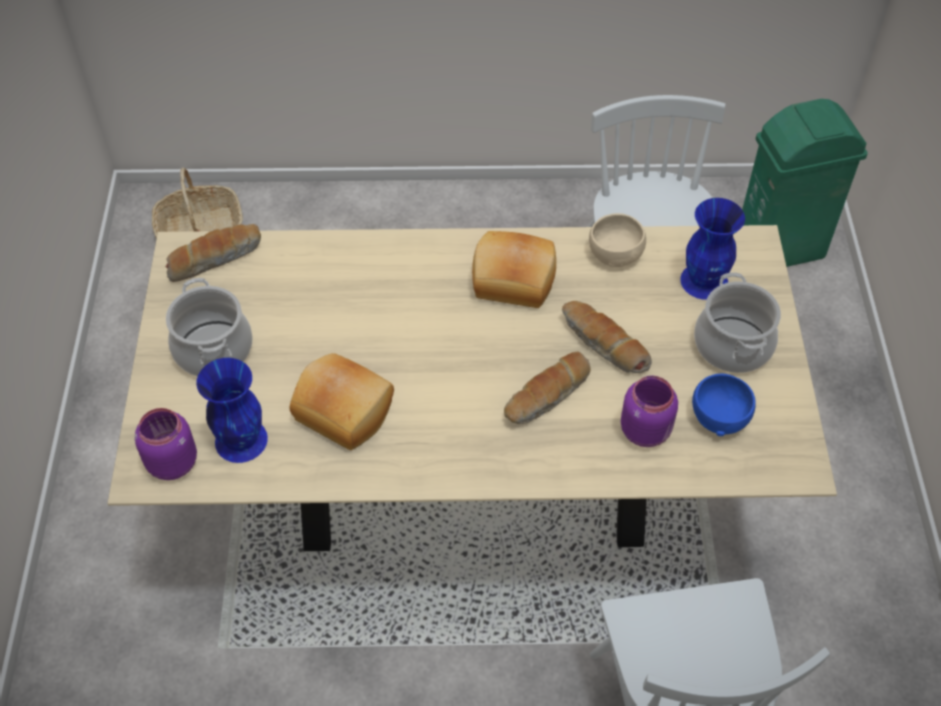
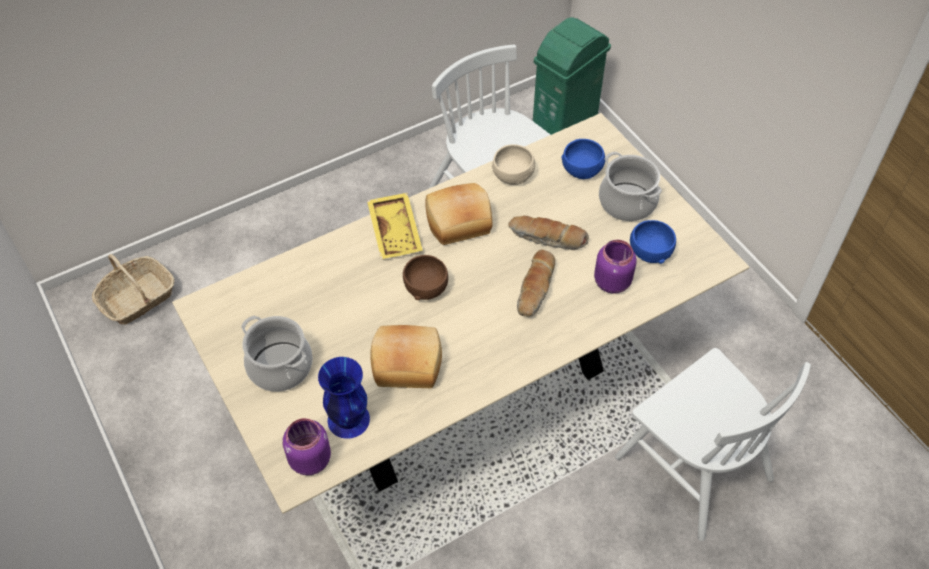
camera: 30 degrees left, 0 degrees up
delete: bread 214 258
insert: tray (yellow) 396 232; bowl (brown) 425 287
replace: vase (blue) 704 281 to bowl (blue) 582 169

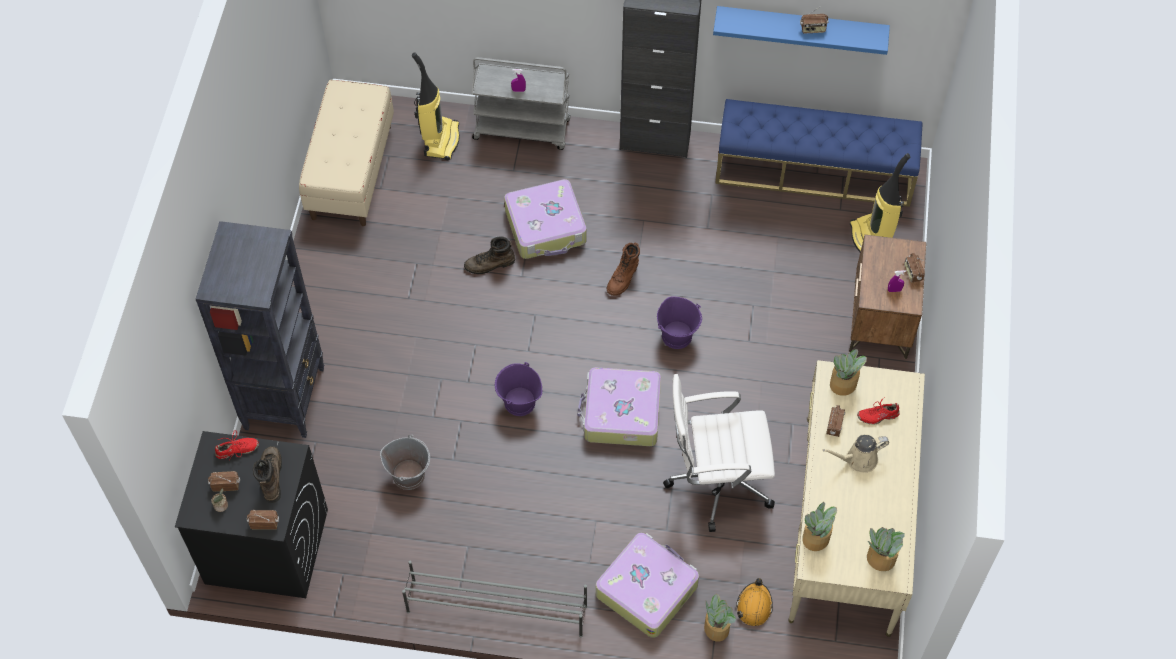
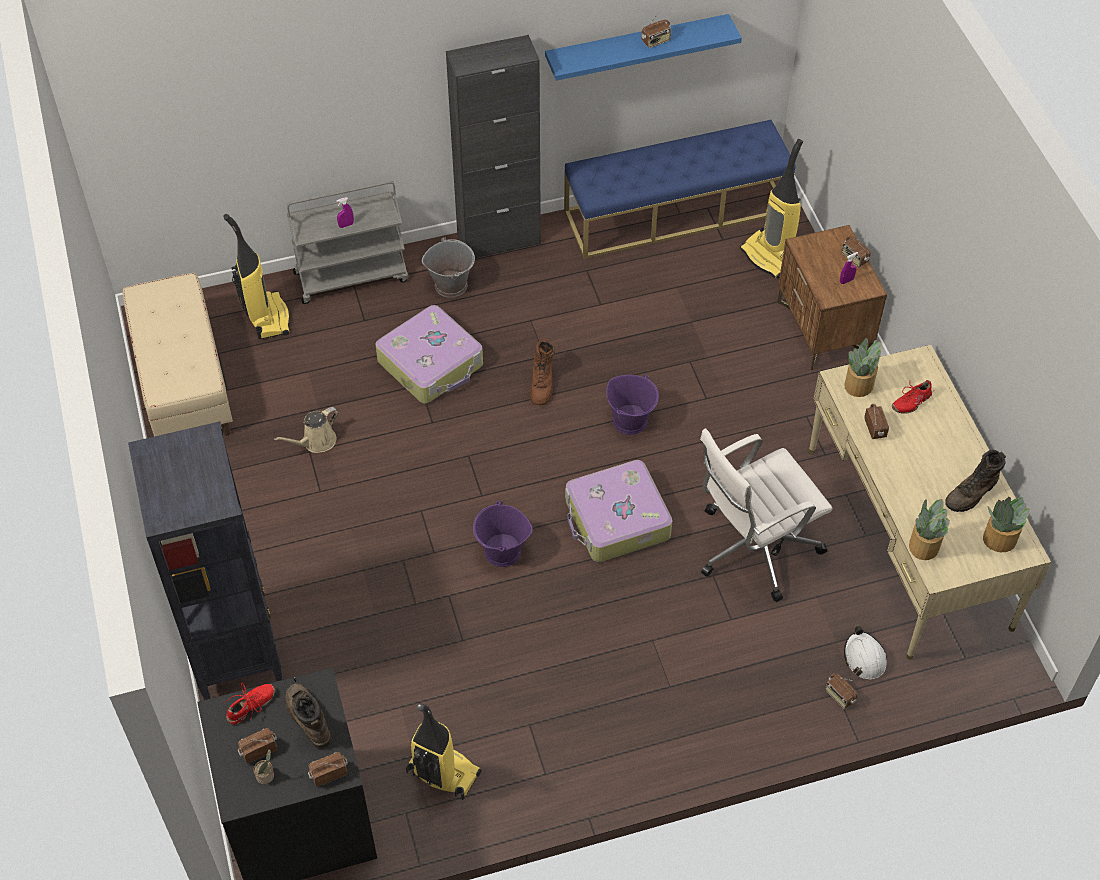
camera: 25 degrees left, 5 degrees down
delete: shoe rack (grey) 496 608; suitcase 647 589
insert: vacuum cleaner 442 773
move: watering can (beige) 858 459 to 316 442; bucket (grey) 409 475 to 451 285; boot (brown) 490 265 to 972 494
replace: potted plant 716 627 to radio 839 696
recolor: hard hat (orange) 754 606 to hard hat (white) 864 658

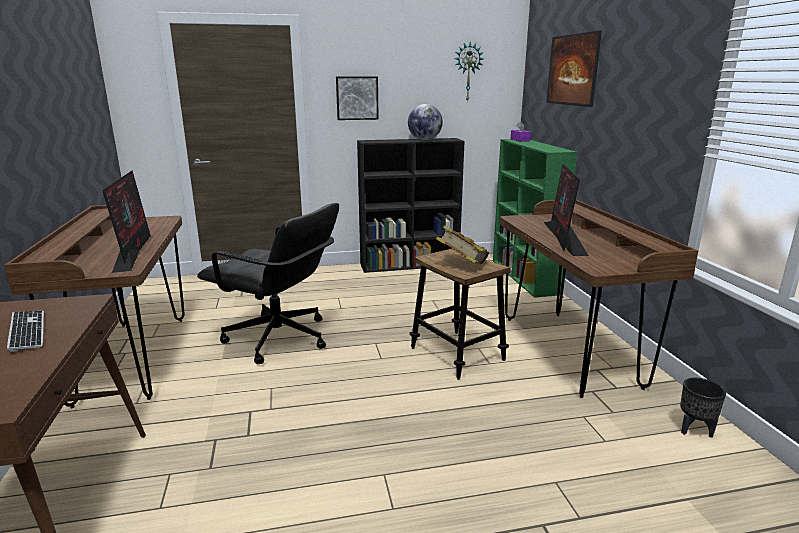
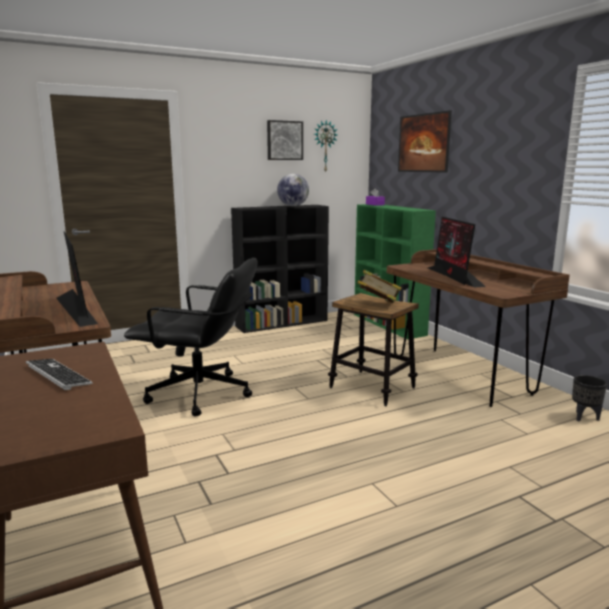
camera: 15 degrees left, 5 degrees down
move: picture 357 98 to 284 140

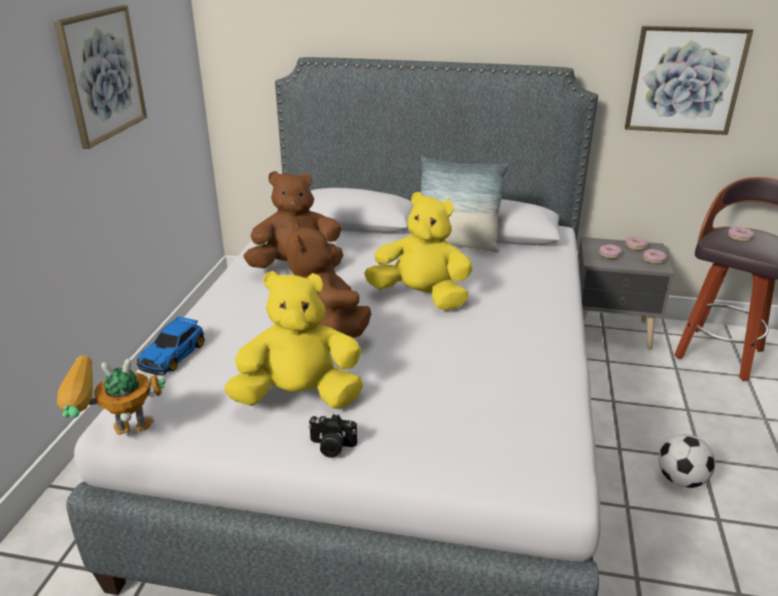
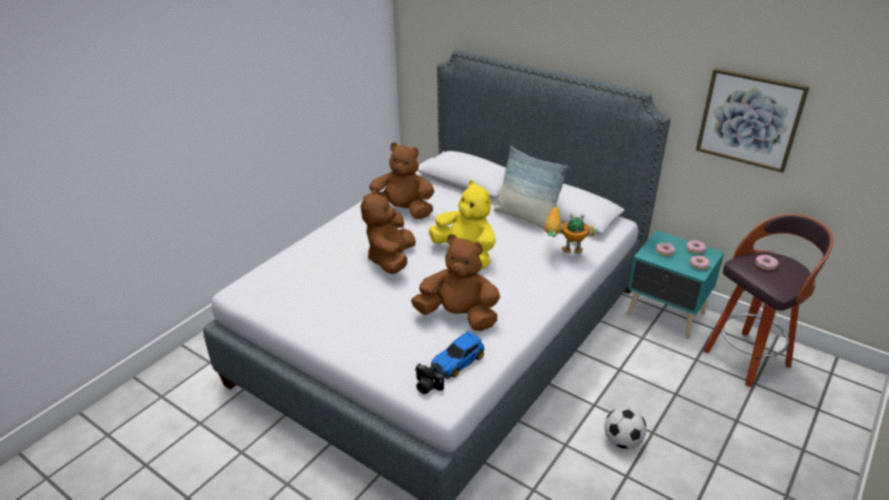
camera: 25 degrees right, 5 degrees up
delete: picture 102 74; plush toy (yellow) 299 397
insert: plush toy (brown) 458 316
move: photo camera 331 447 to 426 386; toy car 174 354 to 458 361; toy robot 117 439 to 563 254
recolor: nightstand (grey) 611 332 to nightstand (turquoise) 666 315

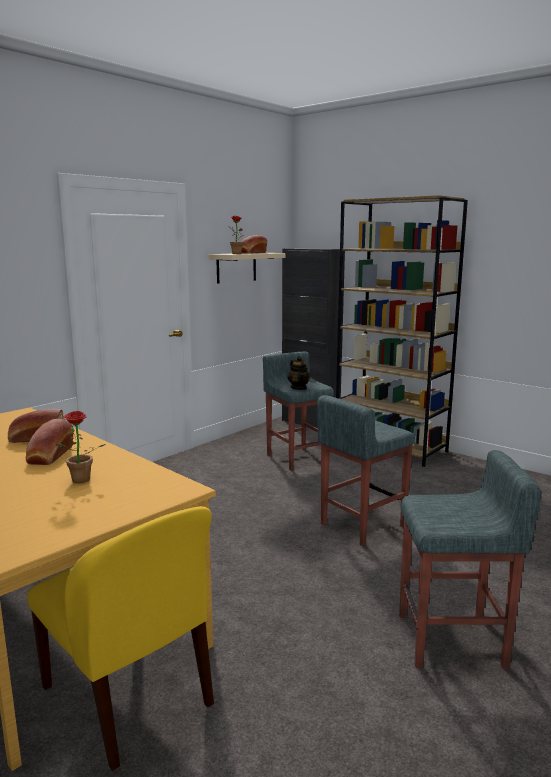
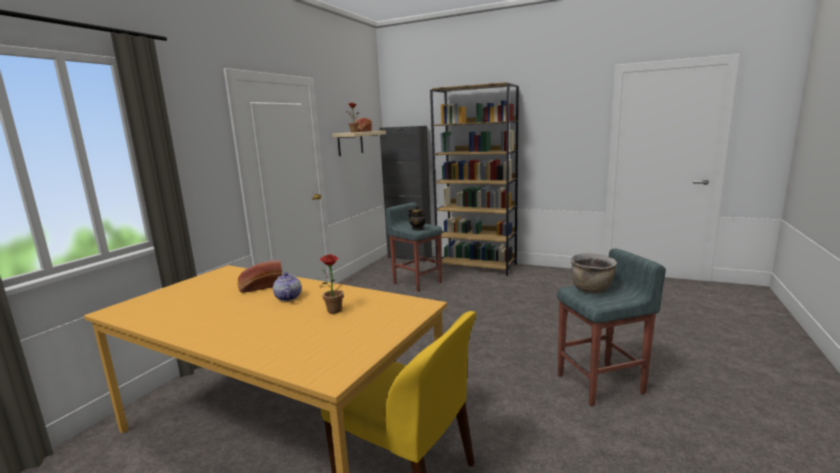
camera: 15 degrees left, 0 degrees up
delete: stool (grey) 361 525
insert: cooking pot (brown) 591 289
replace: bread 49 456 to teapot 288 297

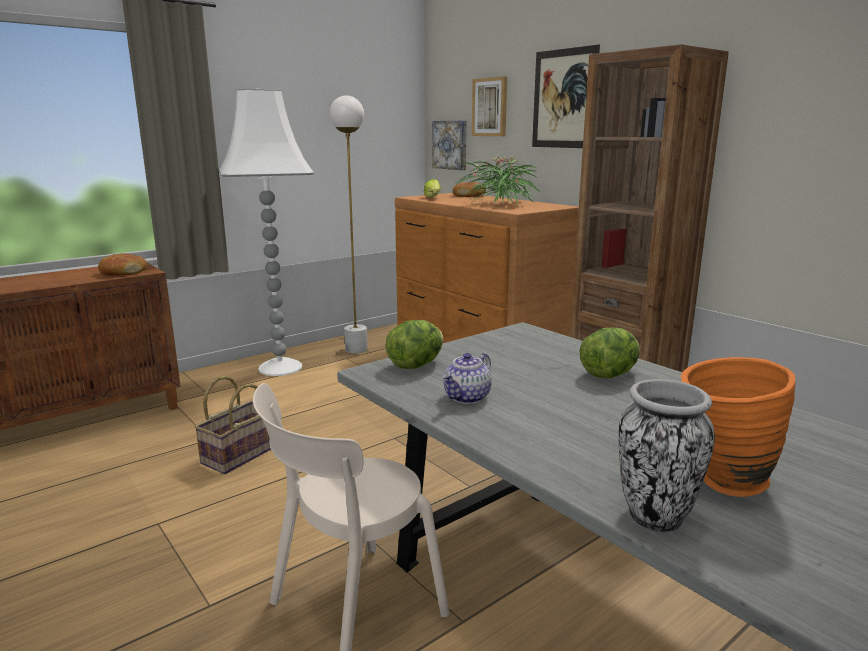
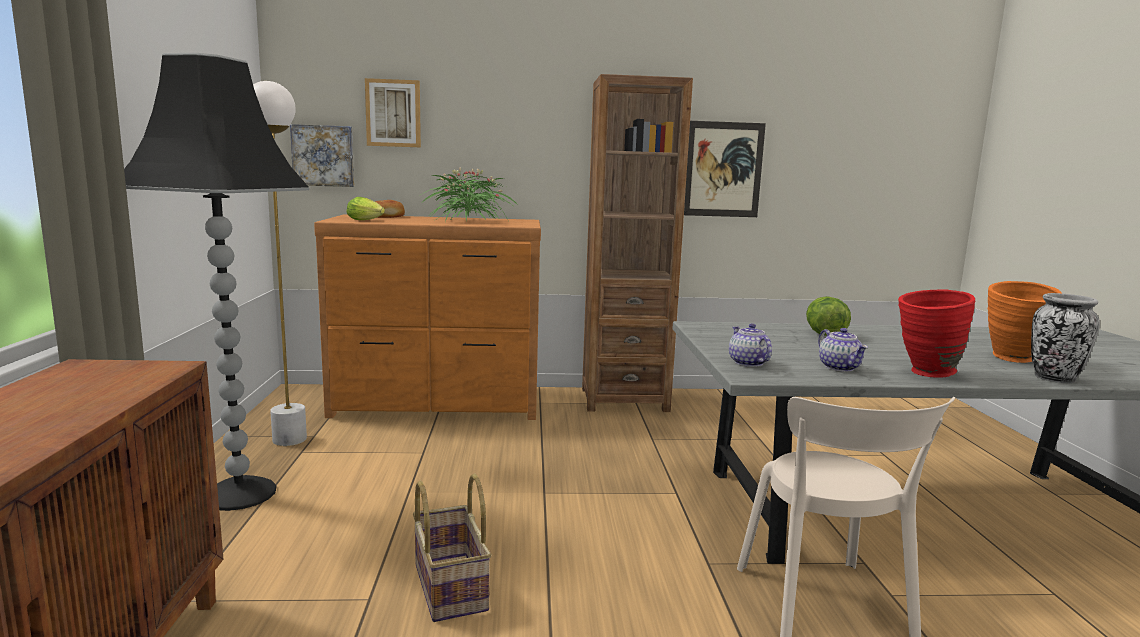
camera: 55 degrees left, 5 degrees down
delete: bread 123 272
insert: vase (red) 925 374
move: picture 564 99 to 723 169
replace: lettuce 416 365 to teapot 747 363
recolor: floor lamp (white) 281 367 to floor lamp (black) 239 493

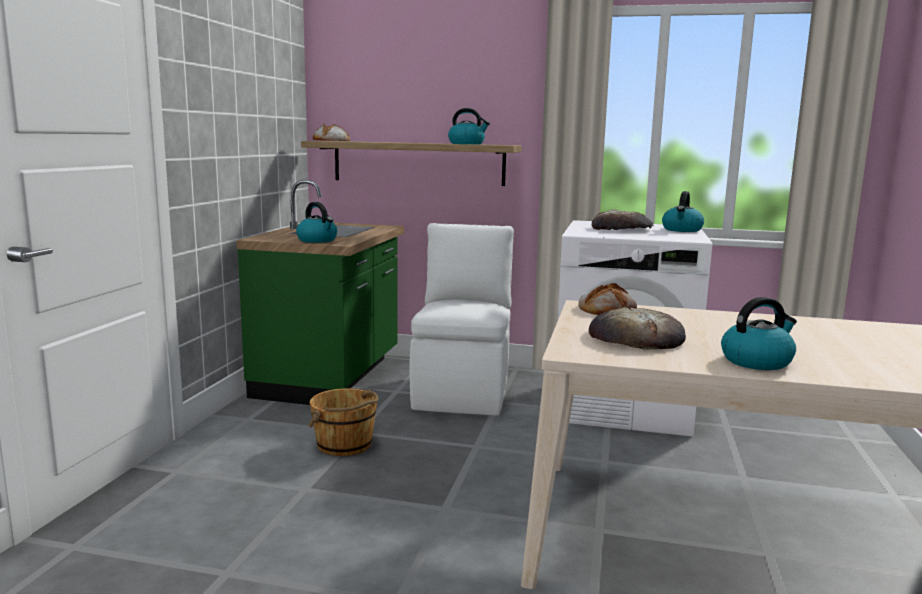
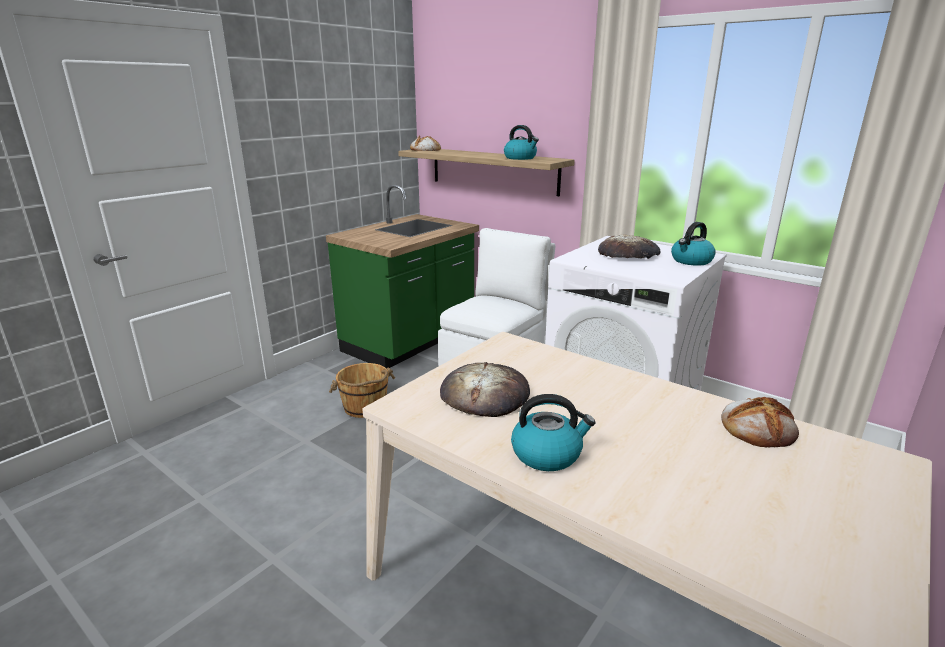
camera: 25 degrees right, 10 degrees up
delete: kettle 317 240
move: bread 607 309 to 758 428

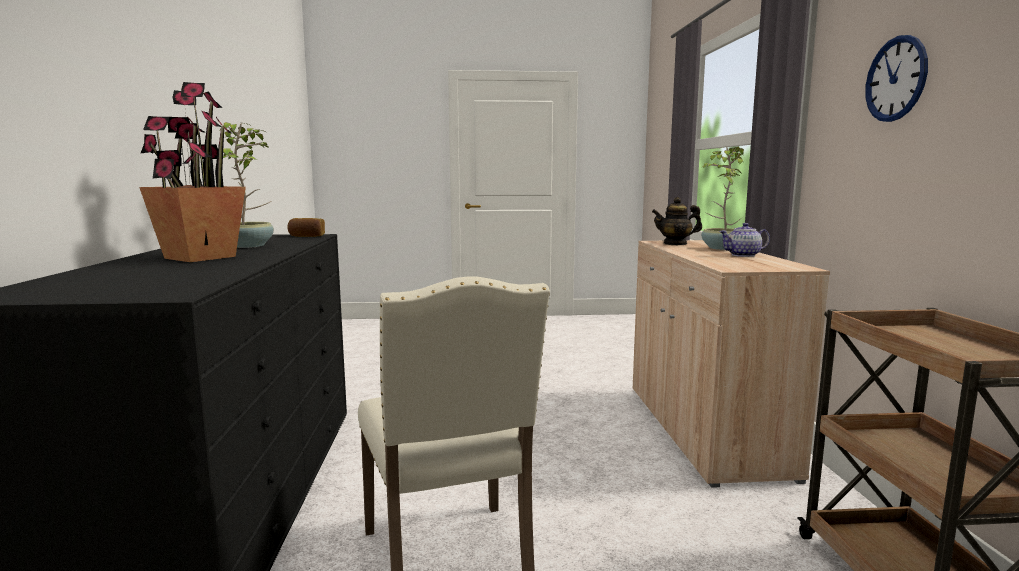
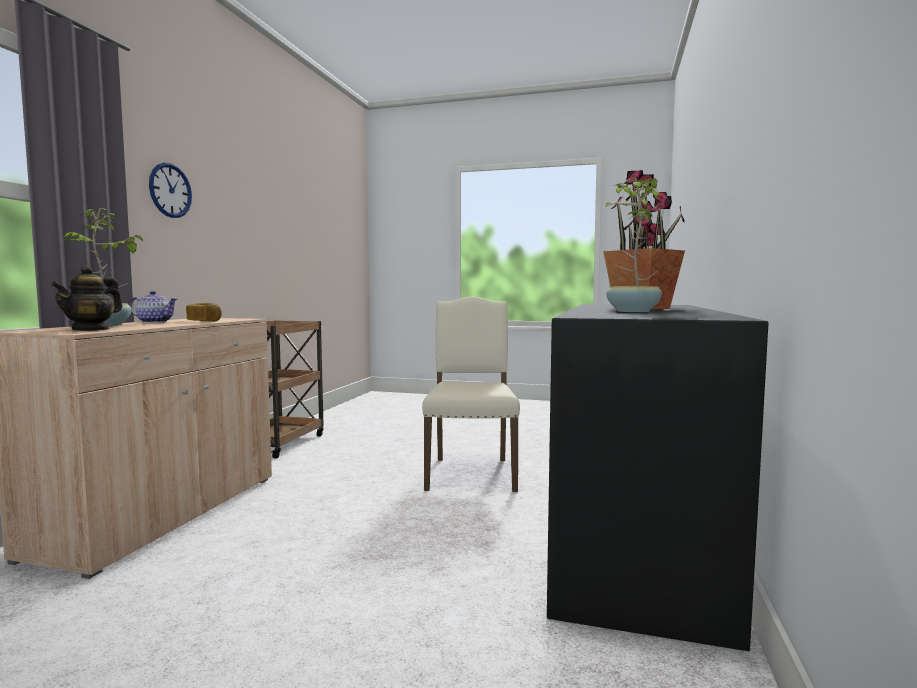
camera: 160 degrees left, 5 degrees down
move: bread 306 236 to 205 321
rotate: teapot 675 244 = 91 329 90 degrees clockwise

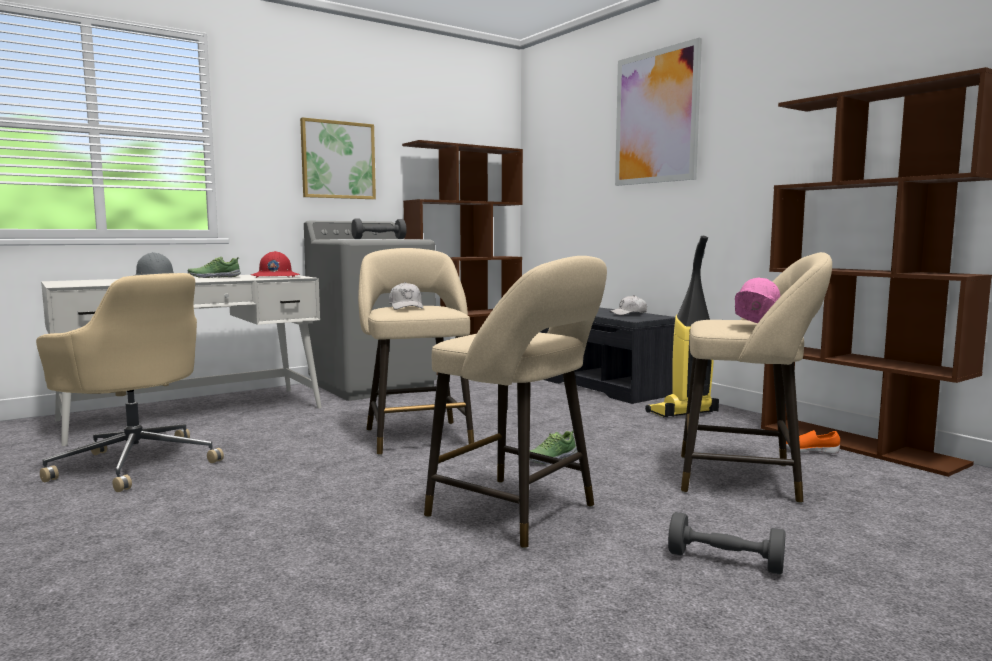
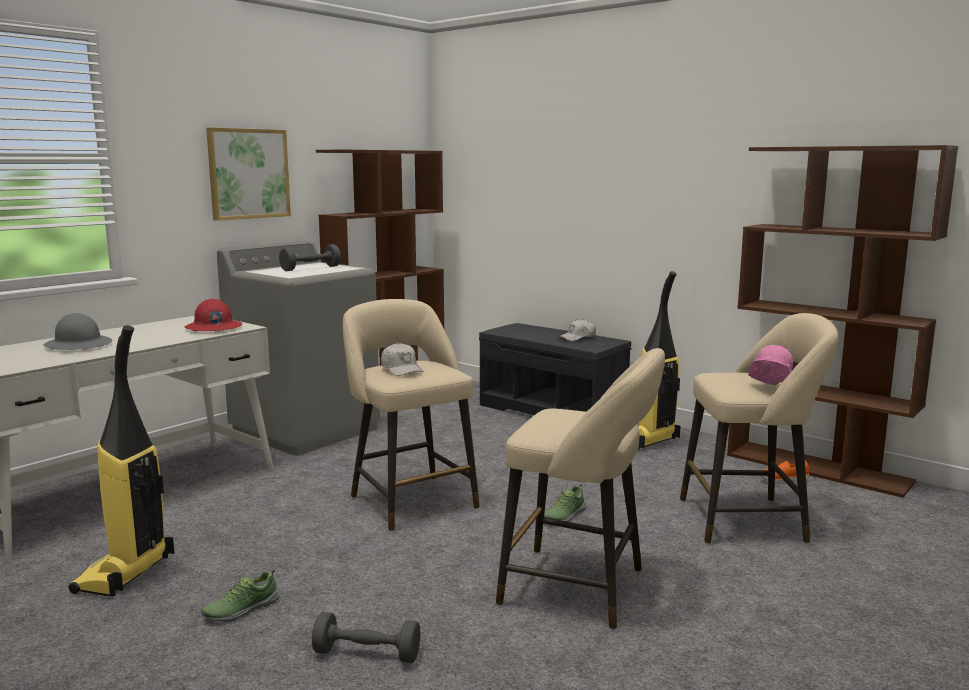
camera: 15 degrees left, 5 degrees up
delete: picture 656 117
move: shoe 214 277 to 241 610; dumbbell (grey) 725 561 to 367 654
replace: office chair (beige) 136 463 to vacuum cleaner 126 574

